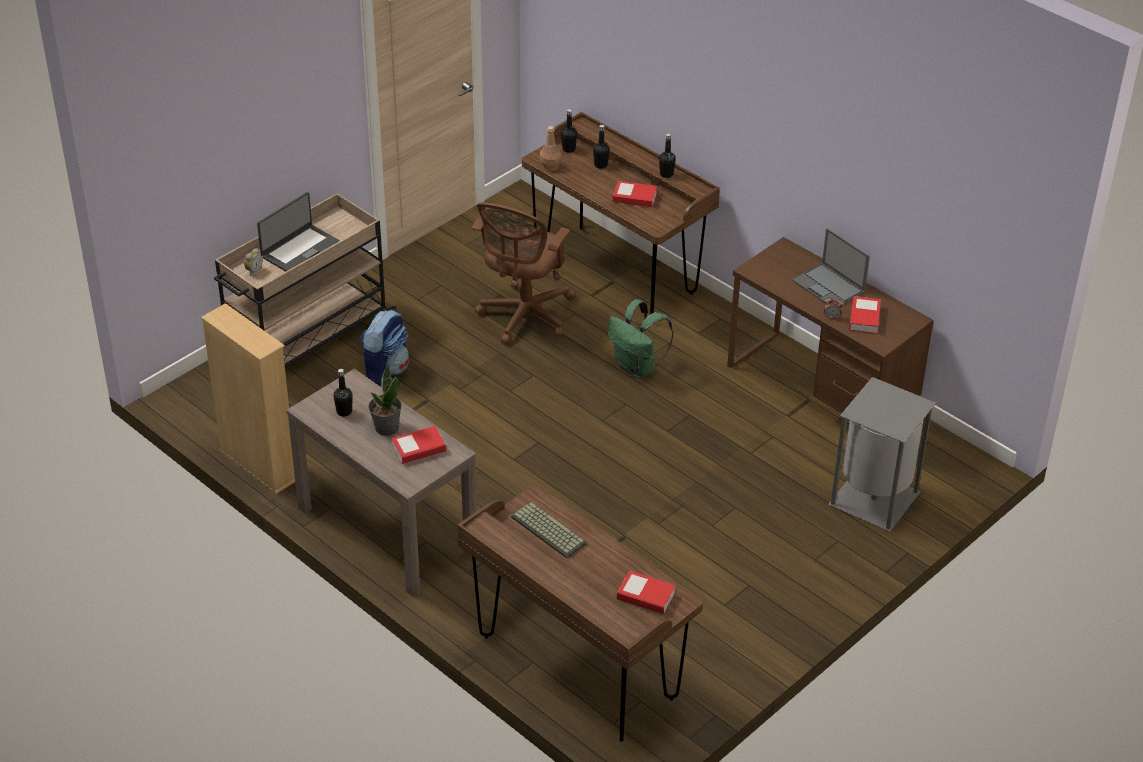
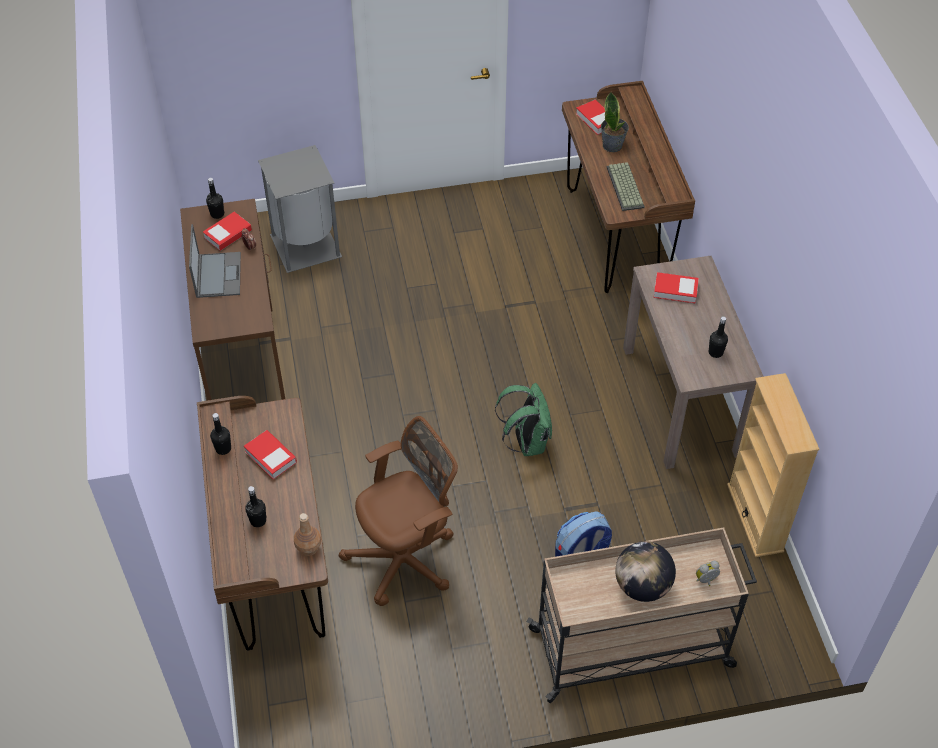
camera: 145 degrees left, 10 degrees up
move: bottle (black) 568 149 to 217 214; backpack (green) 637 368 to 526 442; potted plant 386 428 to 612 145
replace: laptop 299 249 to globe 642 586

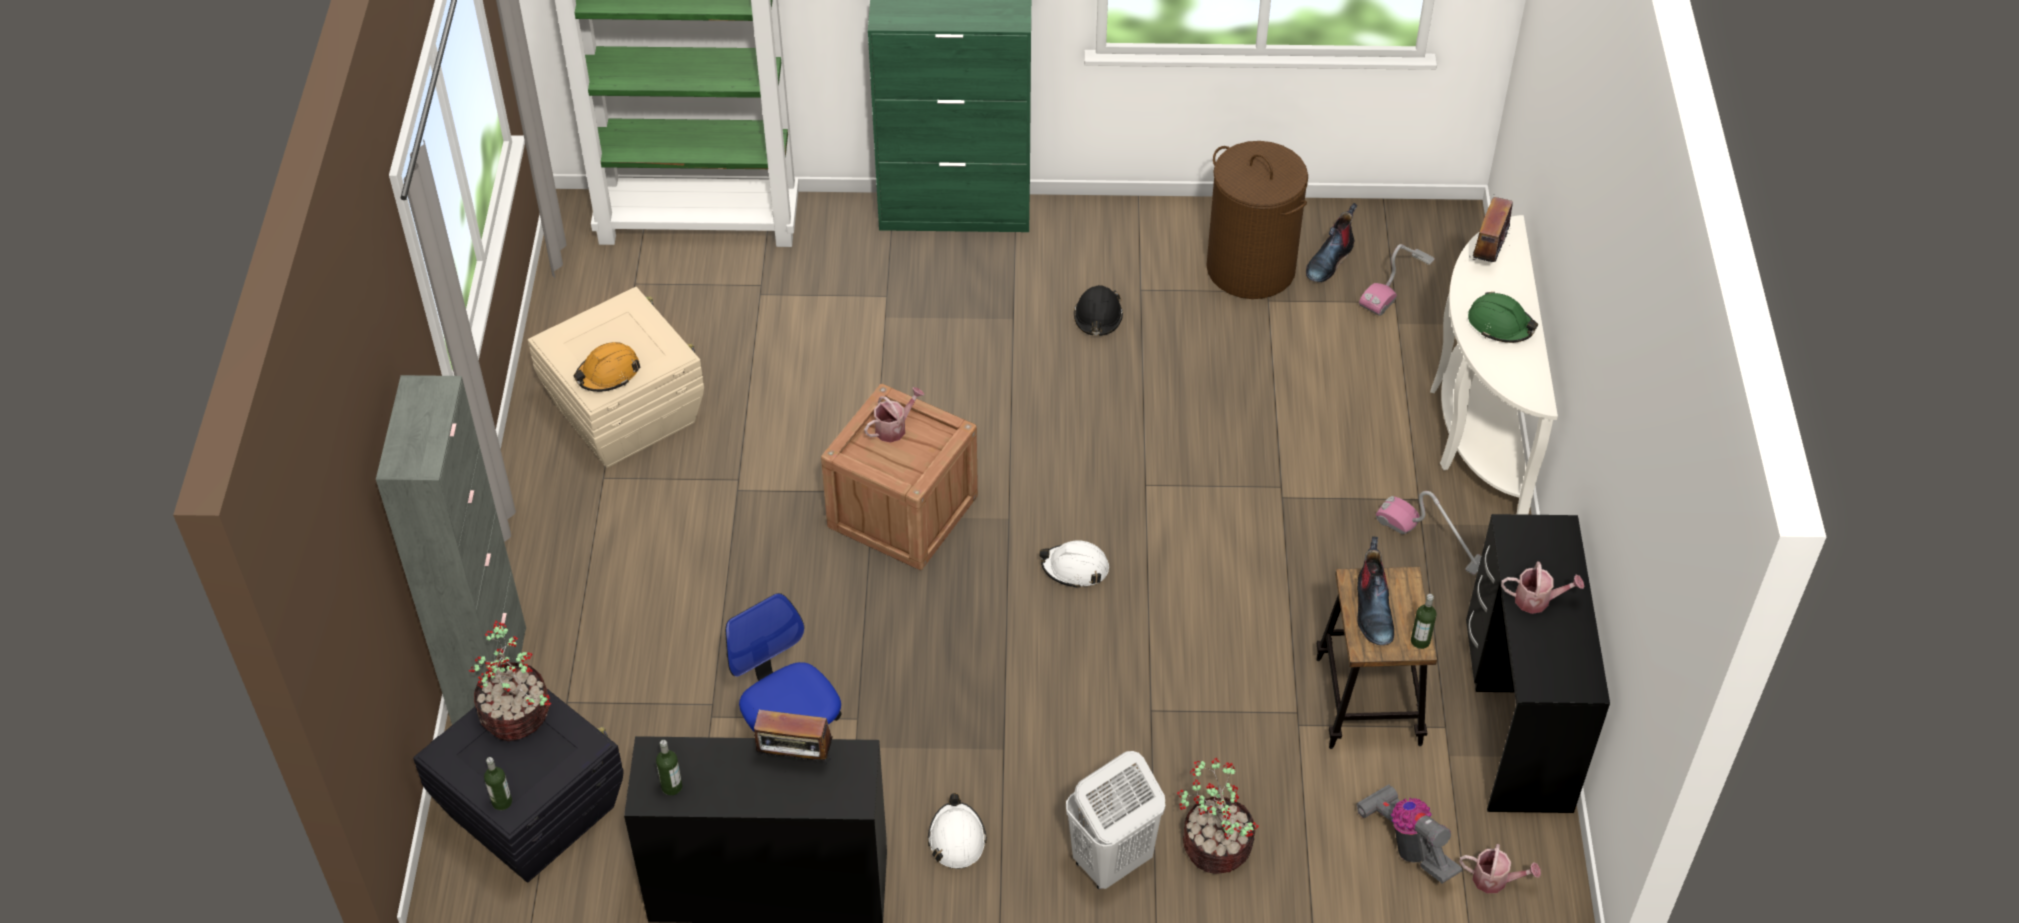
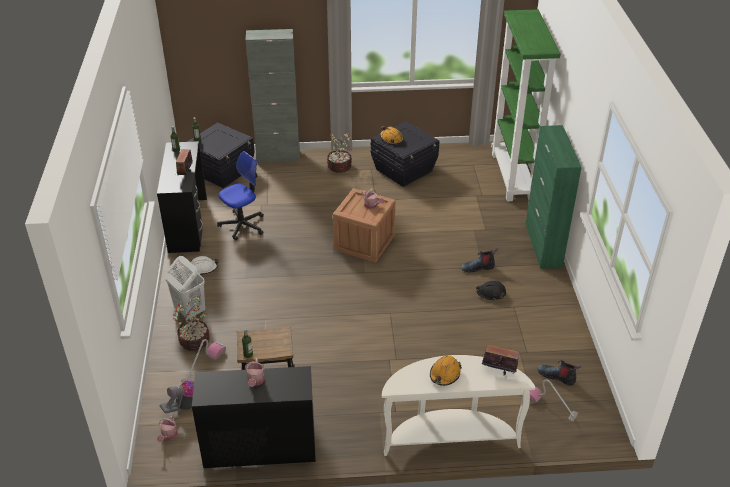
camera: 85 degrees right, 10 degrees down
delete: hard hat (white) 1075 568; laundry basket (brown) 1250 268
move: vacuum cleaner 1430 540 to 203 365; potted plant 517 715 to 339 167; boot 1372 610 to 478 267
recolor: storage box (beige) 625 412 to storage box (black) 404 170; hard hat (green) 1500 325 to hard hat (orange) 445 374

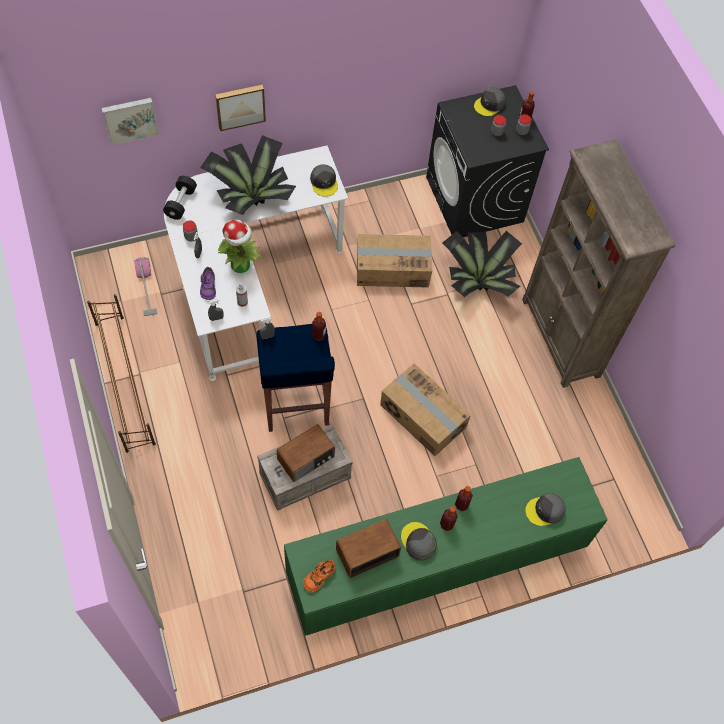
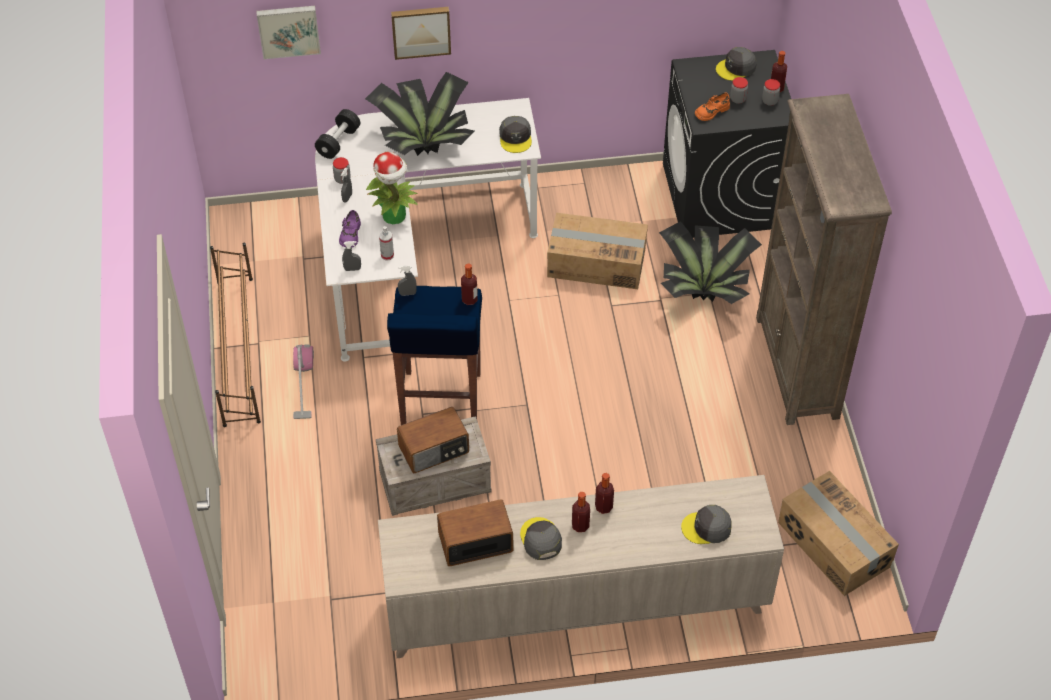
camera: 15 degrees right, 10 degrees down
move: vacuum cleaner 146 288 to 303 384; shoe (orange) 319 576 to 711 111; cardboard box 422 417 to 833 545
recolor: cabinet (green) 435 565 to cabinet (beige) 576 605

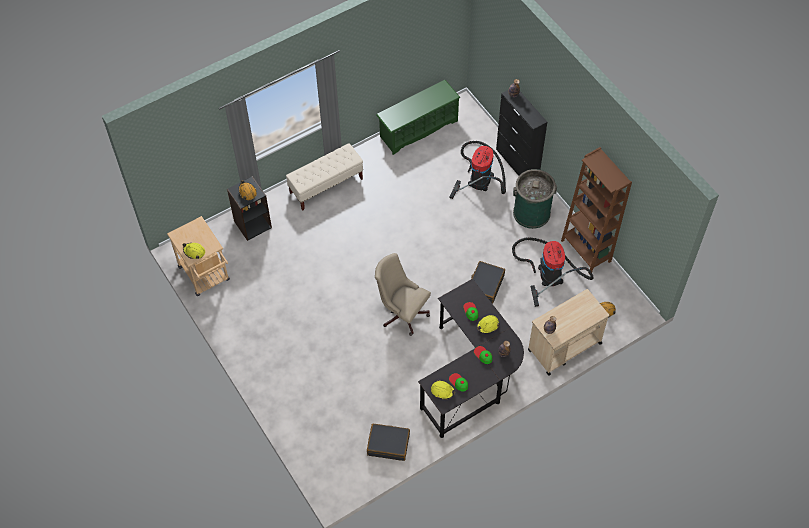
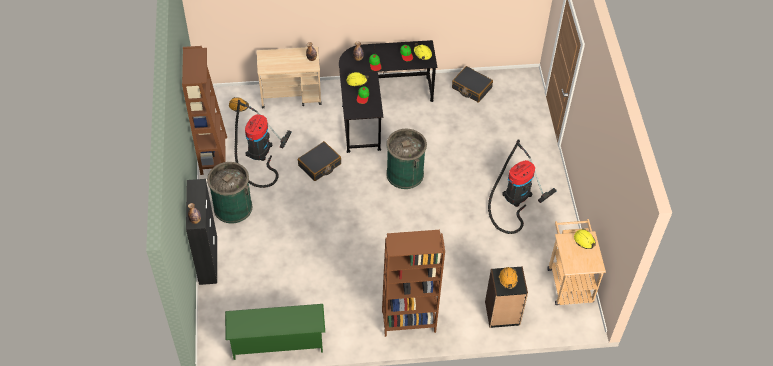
camera: 155 degrees left, 5 degrees down
move: vacuum cleaner 481 177 to 515 197
replace: bench (beige) 326 186 to bookcase (brown) 408 321; office chair (beige) 402 312 to trash can (green) 405 174

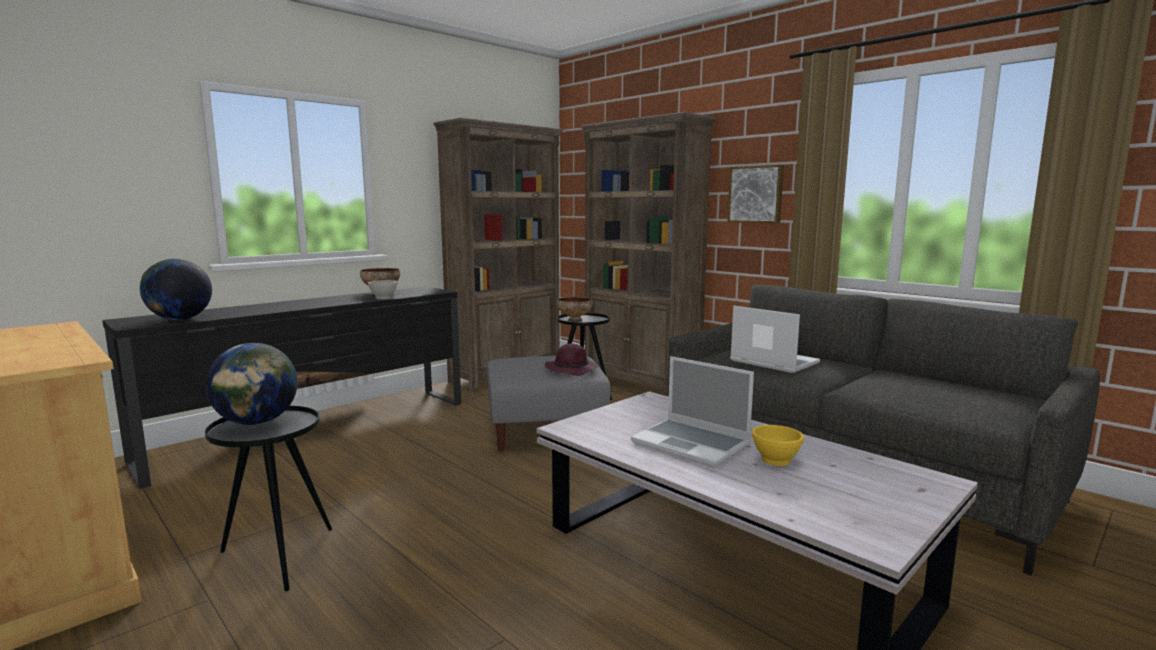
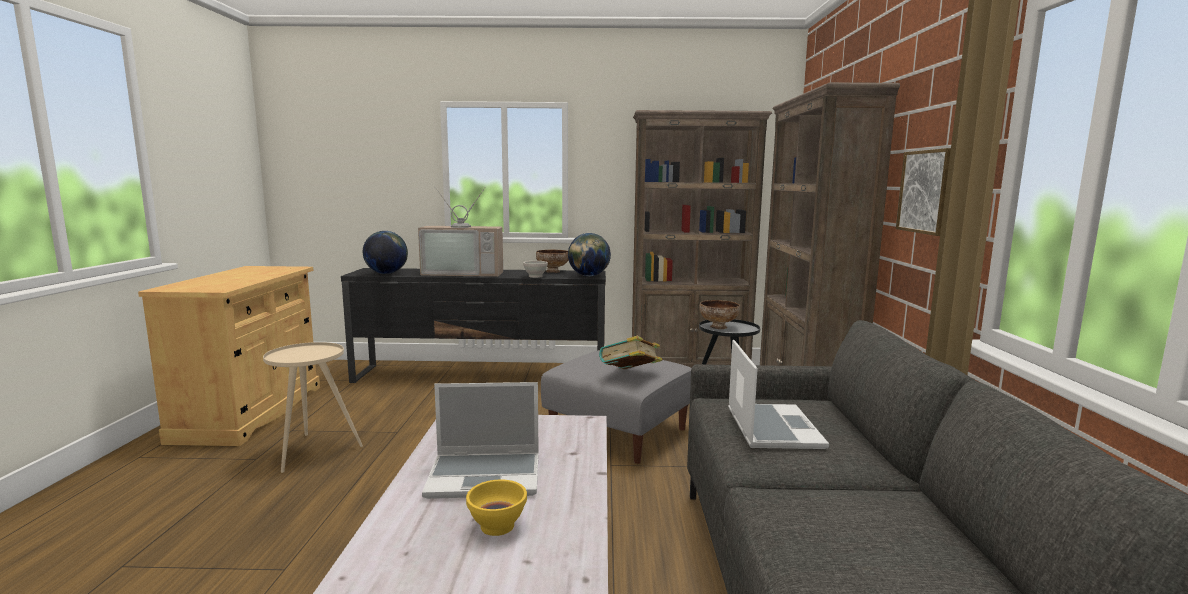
camera: 45 degrees right, 0 degrees up
insert: television 464 273
move: globe 257 423 to 588 276
replace: hat (purple) 572 369 to book 630 375
recolor: side table (black) 278 559 to side table (beige) 313 452
rotate: laptop 692 444 = 486 476 90 degrees counterclockwise

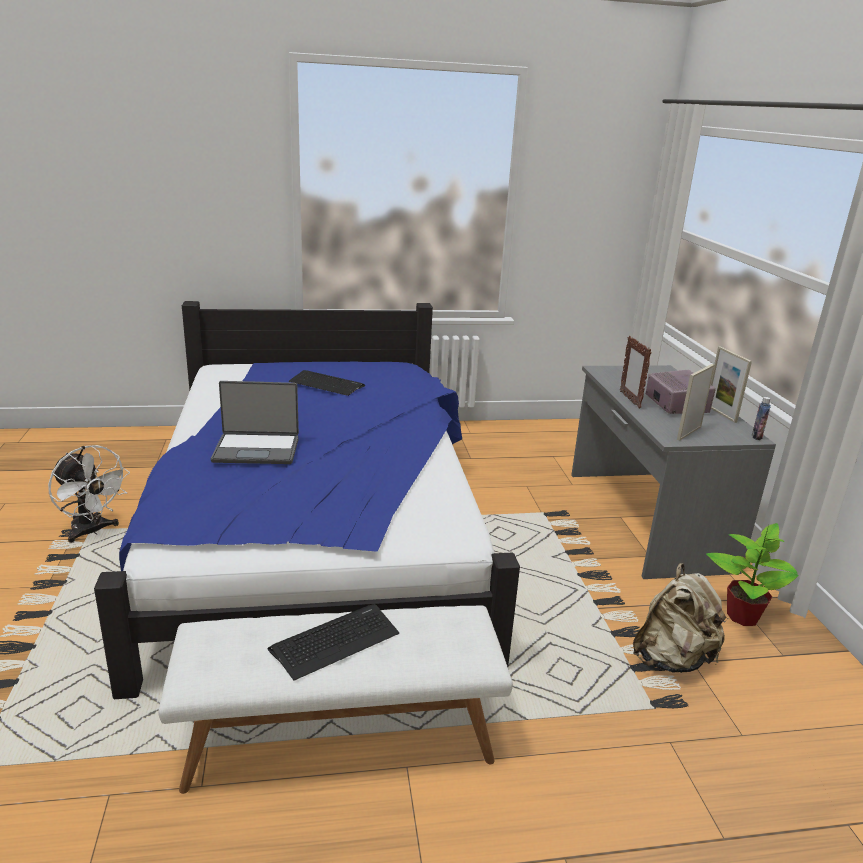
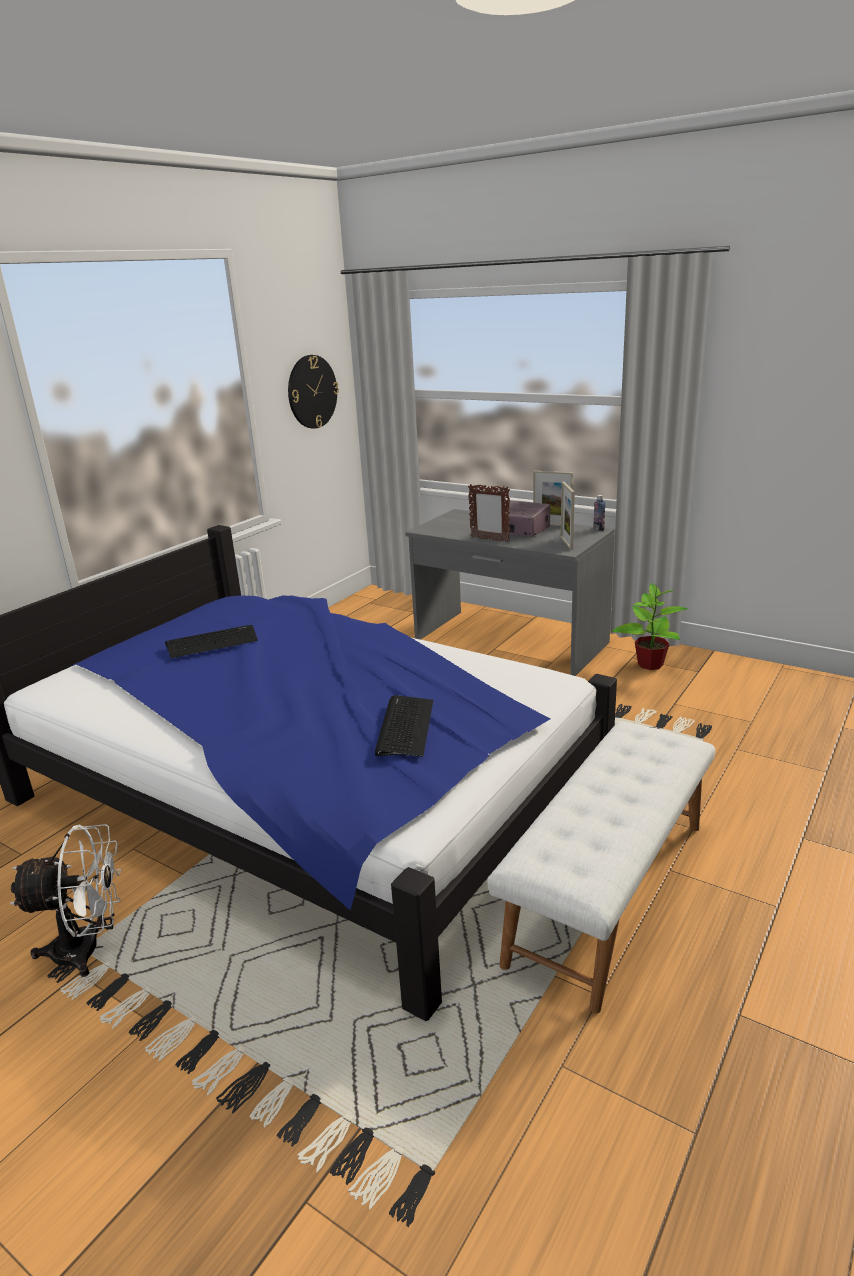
camera: 45 degrees left, 0 degrees up
delete: laptop 257 449; backpack (beige) 672 659
insert: wall clock 312 392
move: keyboard 335 641 to 405 727

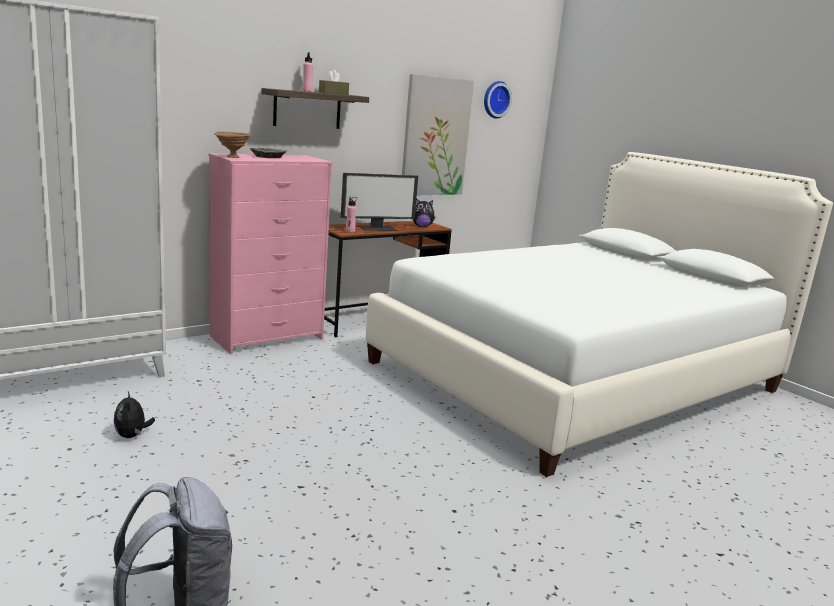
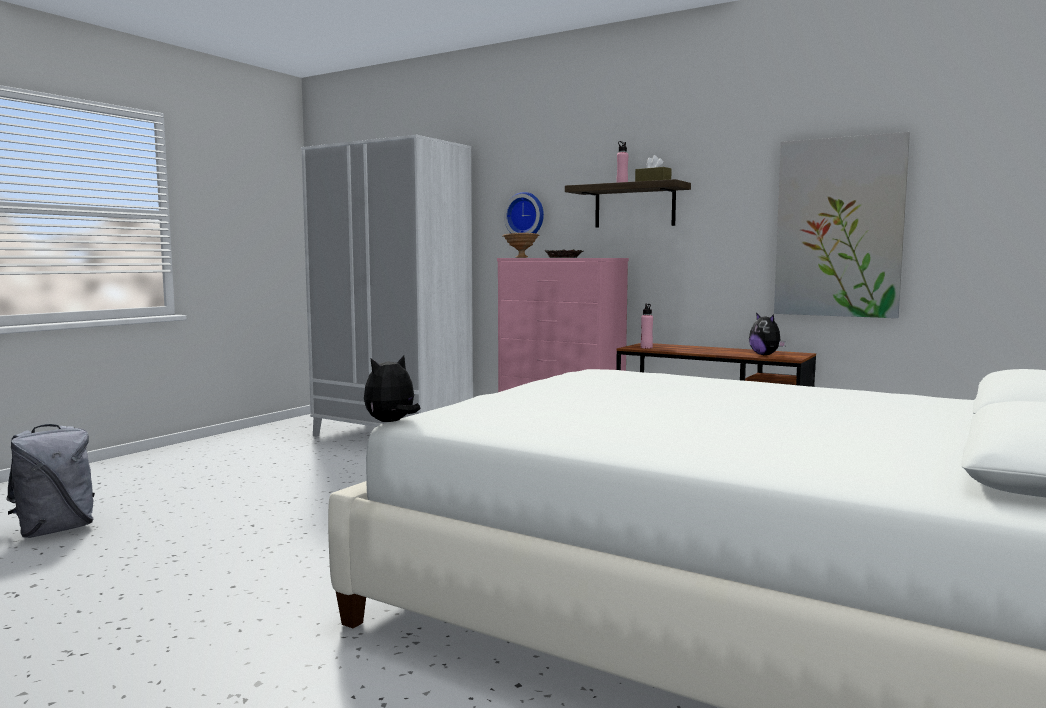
camera: 70 degrees right, 10 degrees down
delete: monitor 377 228
move: plush toy 132 436 to 391 422; wall clock 495 99 to 525 215

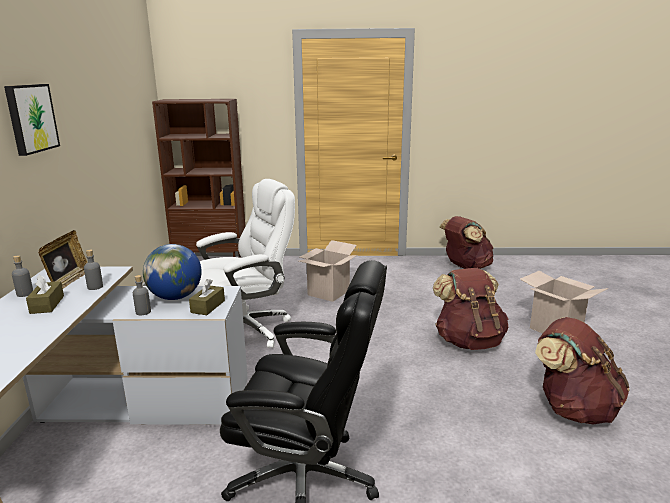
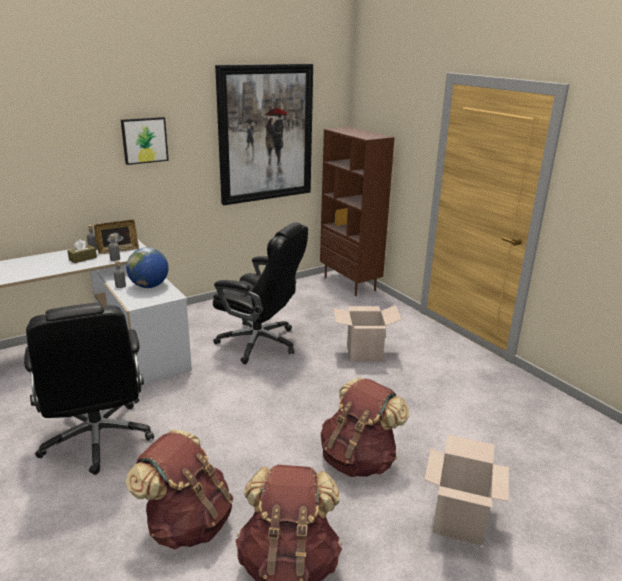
camera: 55 degrees right, 5 degrees up
delete: tissue box (brown) 208 306
insert: picture 265 134
move: backpack (brown) 465 267 to 187 523
recolor: office chair (white) 246 329 to office chair (black) 260 343

